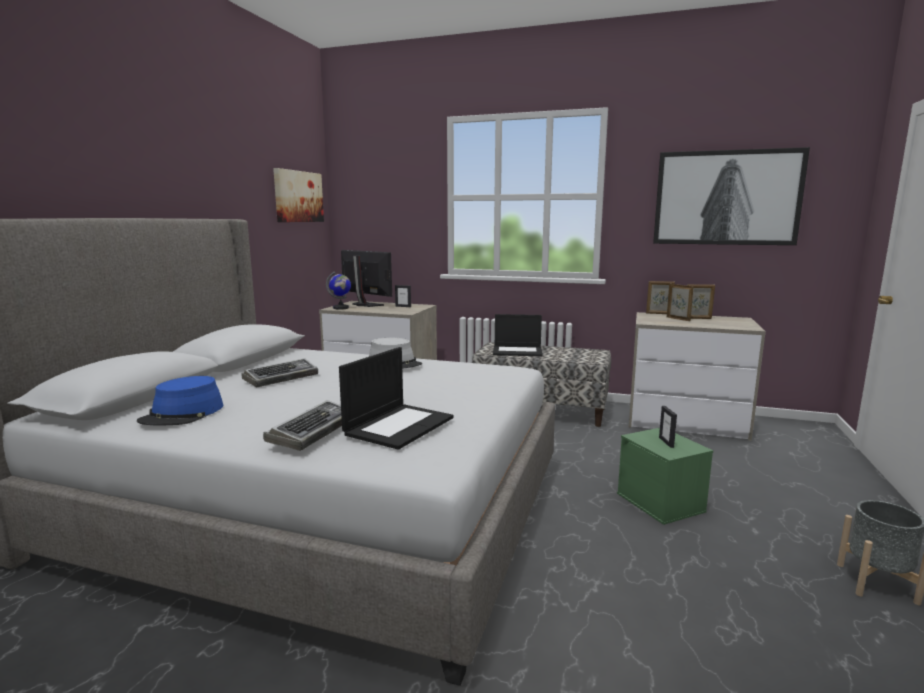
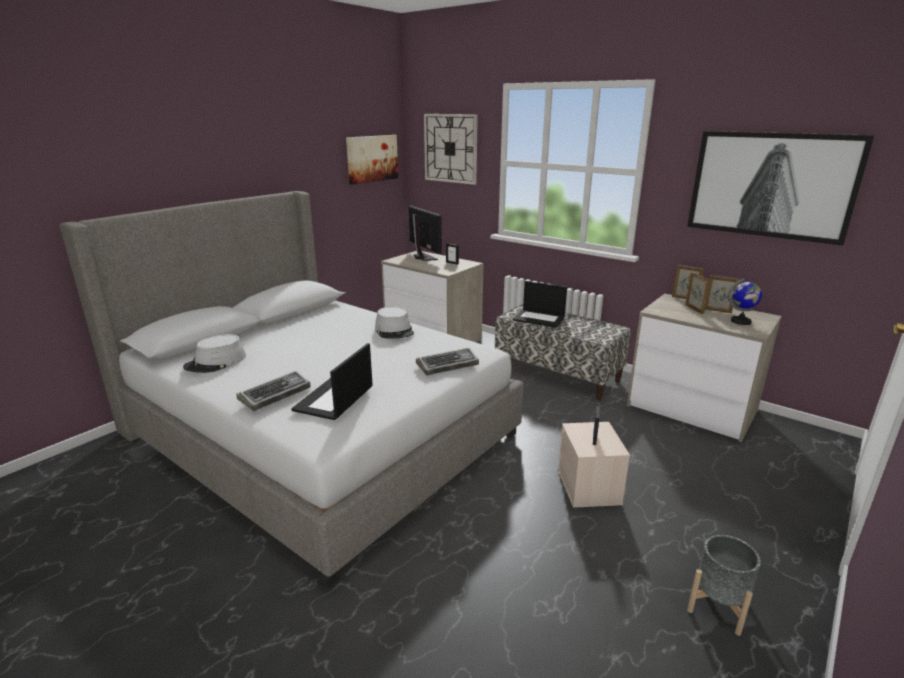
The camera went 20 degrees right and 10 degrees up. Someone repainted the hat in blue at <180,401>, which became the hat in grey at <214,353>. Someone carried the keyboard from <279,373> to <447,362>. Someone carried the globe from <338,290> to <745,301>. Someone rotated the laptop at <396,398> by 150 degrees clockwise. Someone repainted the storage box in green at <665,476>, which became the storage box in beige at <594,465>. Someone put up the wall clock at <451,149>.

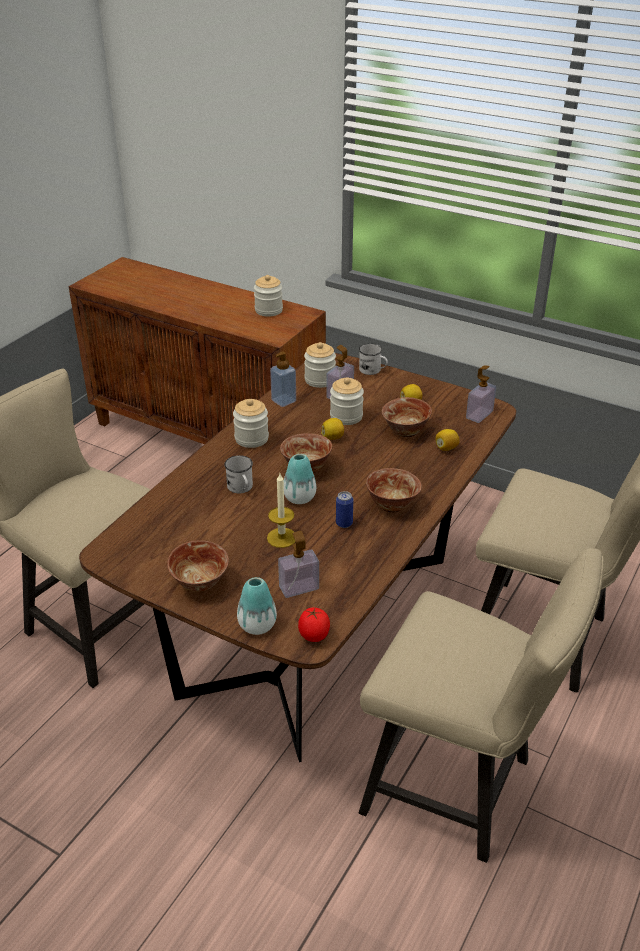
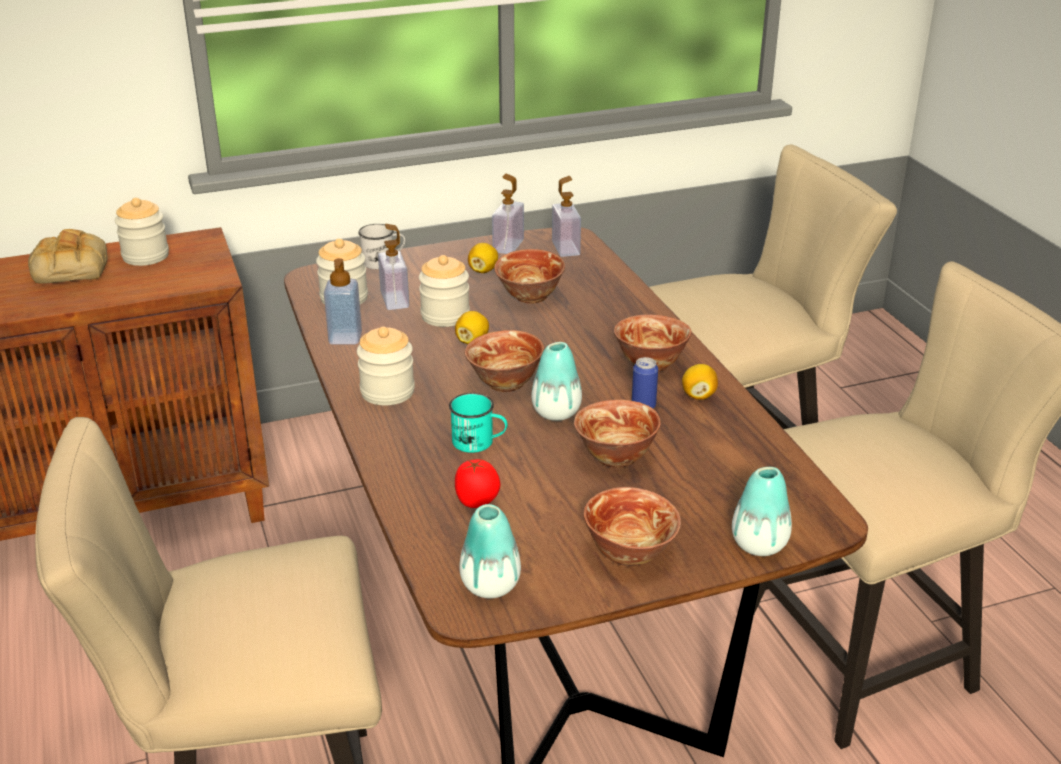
The camera went 50 degrees left and 5 degrees down. Someone repainted the mug in white at <238,474>, which became the mug in turquoise at <478,423>. Someone swapped the candle at <281,511> for the bowl at <617,433>. Someone carried the soap dispenser from <298,564> to <508,214>. Someone carried the tomato from <314,625> to <477,483>. Someone carried the lemon from <448,440> to <700,382>. Someone put down the bread at <67,256>. Someone put down the vase at <490,551>.

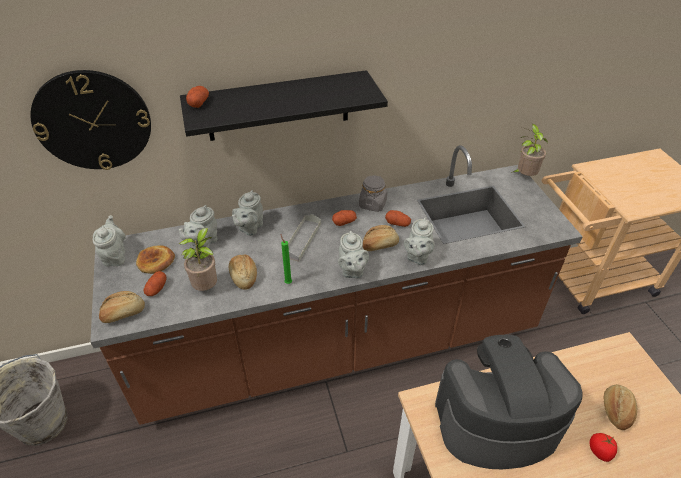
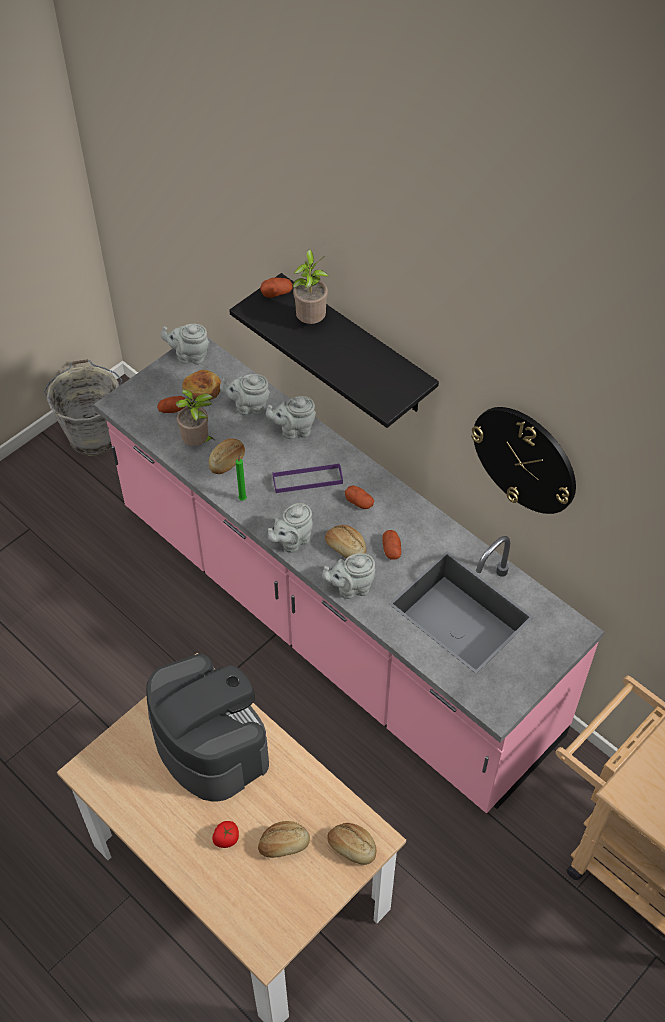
The camera went 60 degrees right and 10 degrees up. Someone carried the wall clock from <90,120> to <523,460>. Someone repainted the counter in brown at <336,285>, which became the counter in pink at <349,575>. Someone rotated the teapot in grey at <109,240> by 135 degrees counterclockwise. Someone carried the bread from <122,307> to <351,844>. Someone repainted the tray in grey at <301,238>, which became the tray in purple at <307,478>. Someone took away the jar in grey at <373,193>. Someone carried the potted plant from <529,150> to <311,286>.

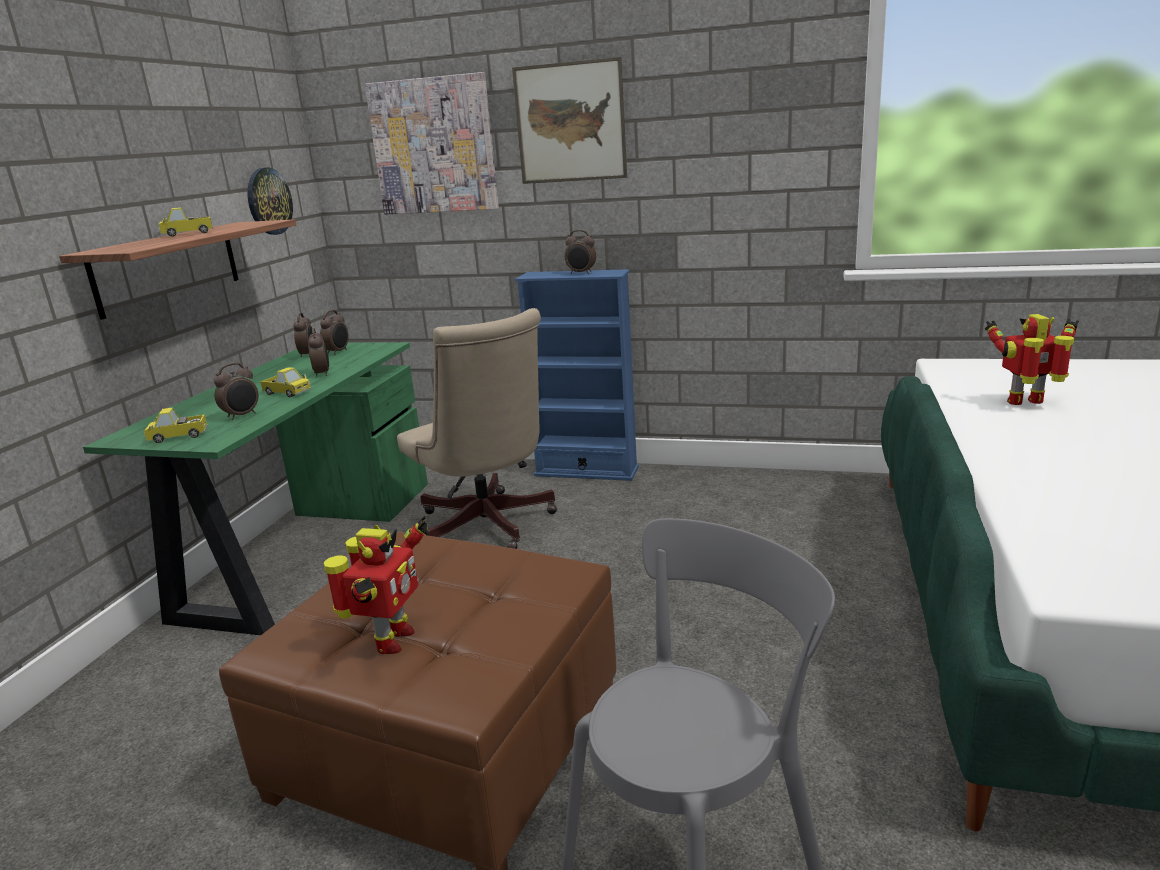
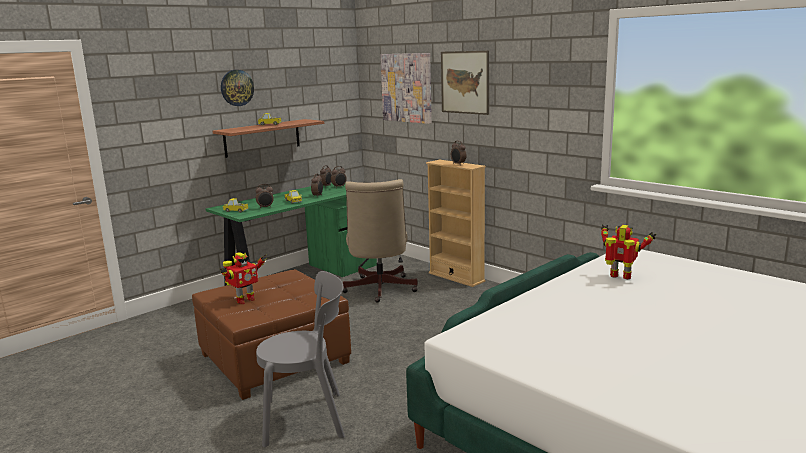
The camera went 30 degrees right and 5 degrees down. Someone carried the wall clock from <270,201> to <237,88>. Someone repainted the bookcase in blue at <577,375>, which became the bookcase in beige at <456,223>.

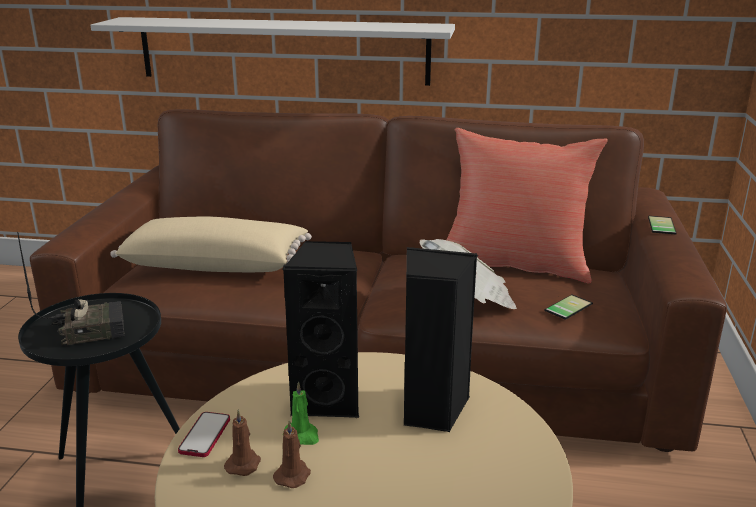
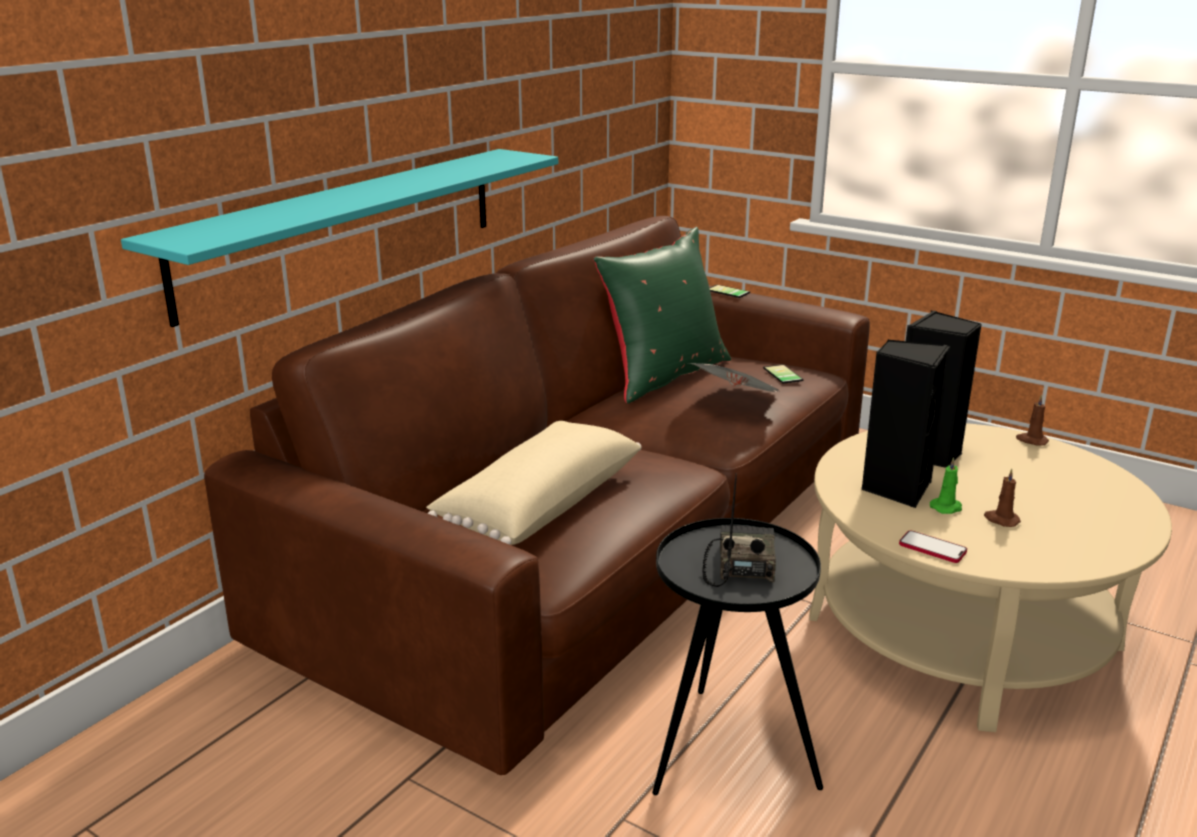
The camera went 65 degrees left and 0 degrees up. Someone repainted the shelf in white at <272,51>, which became the shelf in turquoise at <339,238>. Someone carried the candle in brown from <242,442> to <1032,420>. Someone repainted the pillow in red at <527,206>, which became the pillow in green at <662,315>.

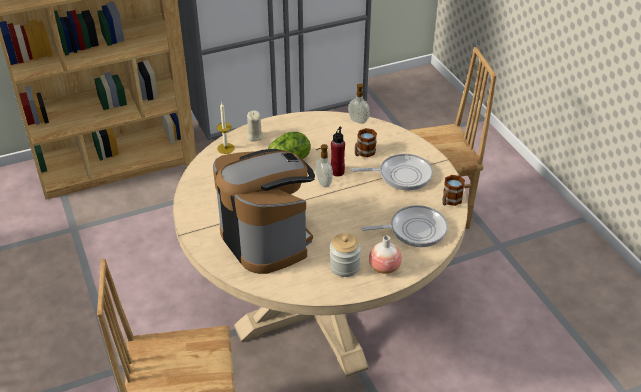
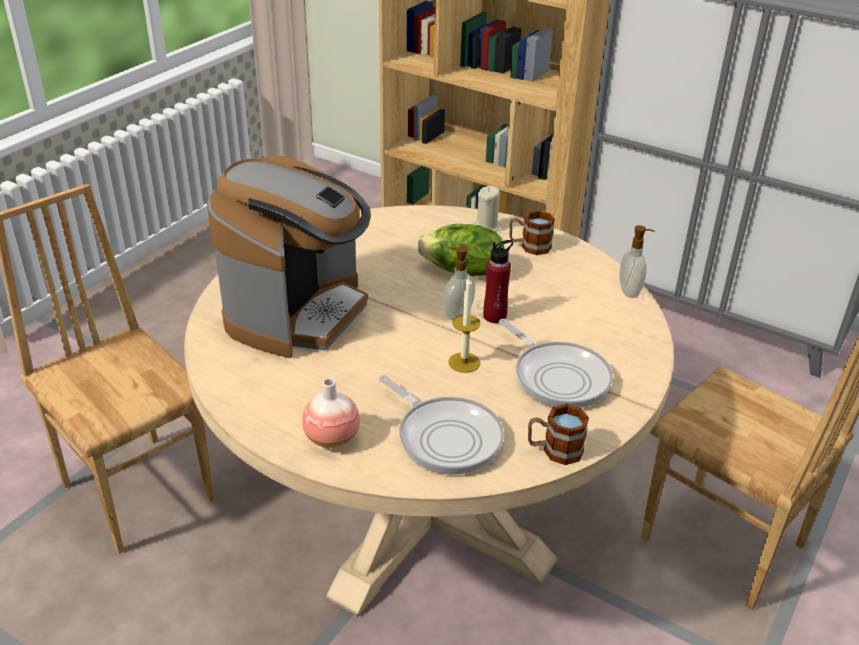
The camera went 55 degrees right and 5 degrees down. Someone carried the candle from <226,128> to <464,324>. Someone took away the jar at <345,255>. Someone carried the mug from <366,142> to <532,233>.

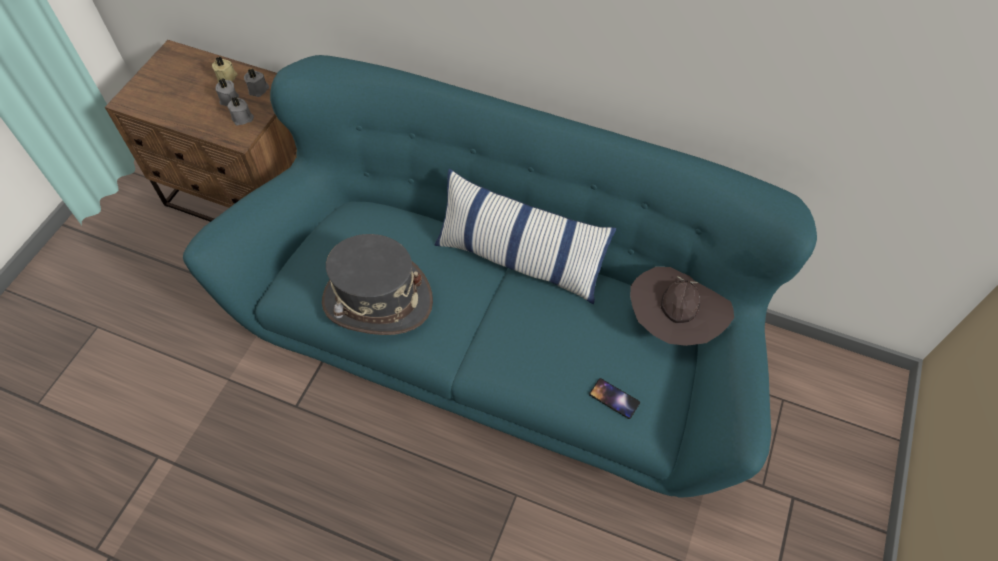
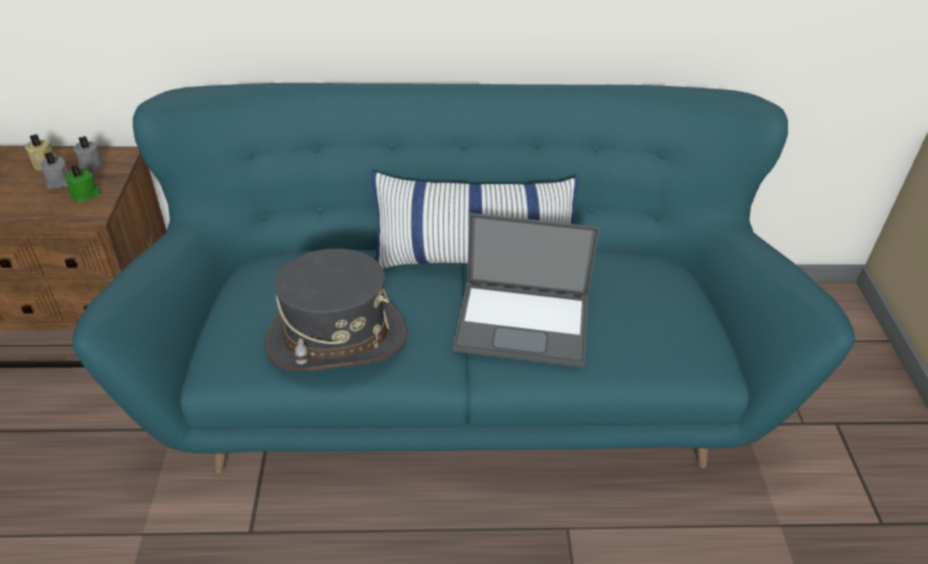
The camera went 25 degrees left and 15 degrees down. Someone repainted the candle in grey at <240,111>, which became the candle in green at <83,183>. Someone took away the phone at <614,398>. Someone took away the hat in brown at <682,306>. Someone put down the laptop at <526,290>.

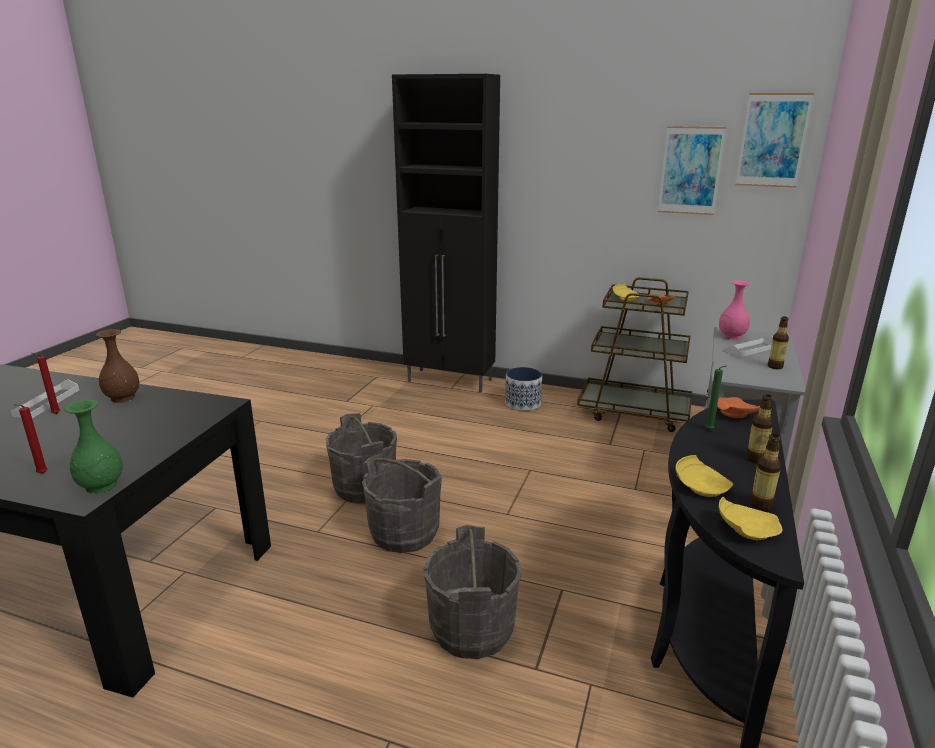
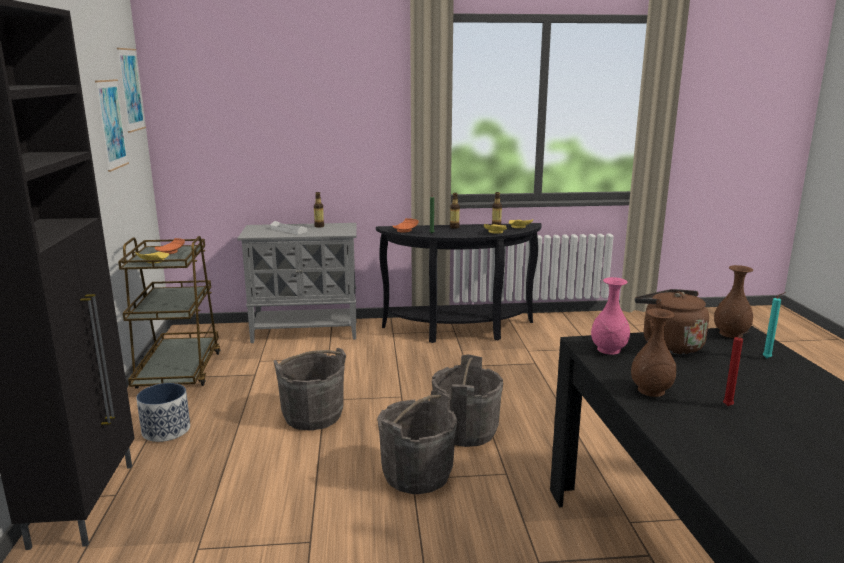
The camera went 115 degrees left and 5 degrees down. Someone took away the tray in white at <45,399>. Someone repainted the candle in red at <30,439>, which became the candle in turquoise at <774,325>. Someone repainted the vase in green at <94,447>, which became the vase in brown at <733,301>. Someone carried the bucket in grey from <472,592> to <309,389>. Someone carried the vase in pink from <734,310> to <610,316>. Someone put down the kettle in brown at <672,321>.

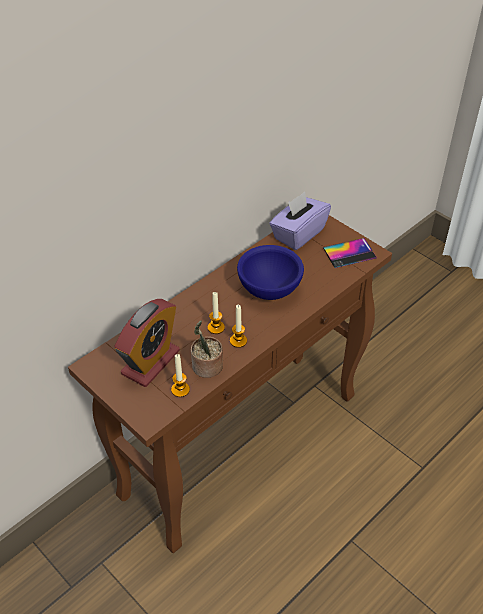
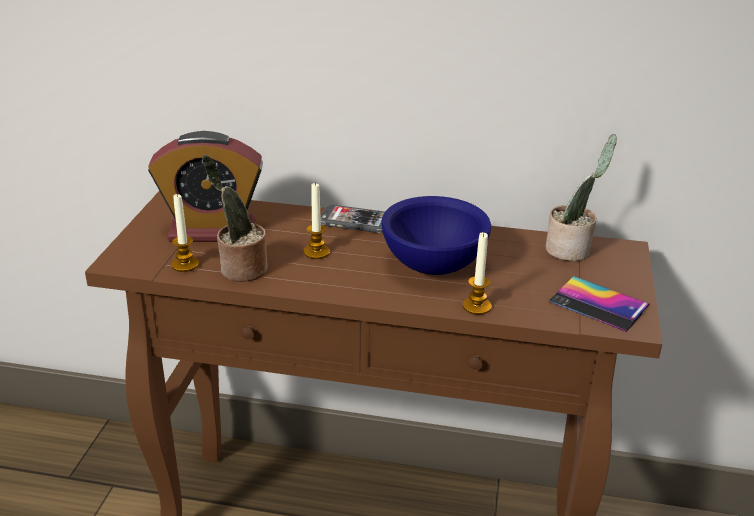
The camera went 55 degrees right and 15 degrees down. Someone carried the candle from <238,326> to <477,273>. Someone swapped the tissue box in purple at <300,221> for the potted plant at <581,197>. Someone put down the phone at <352,219>.

